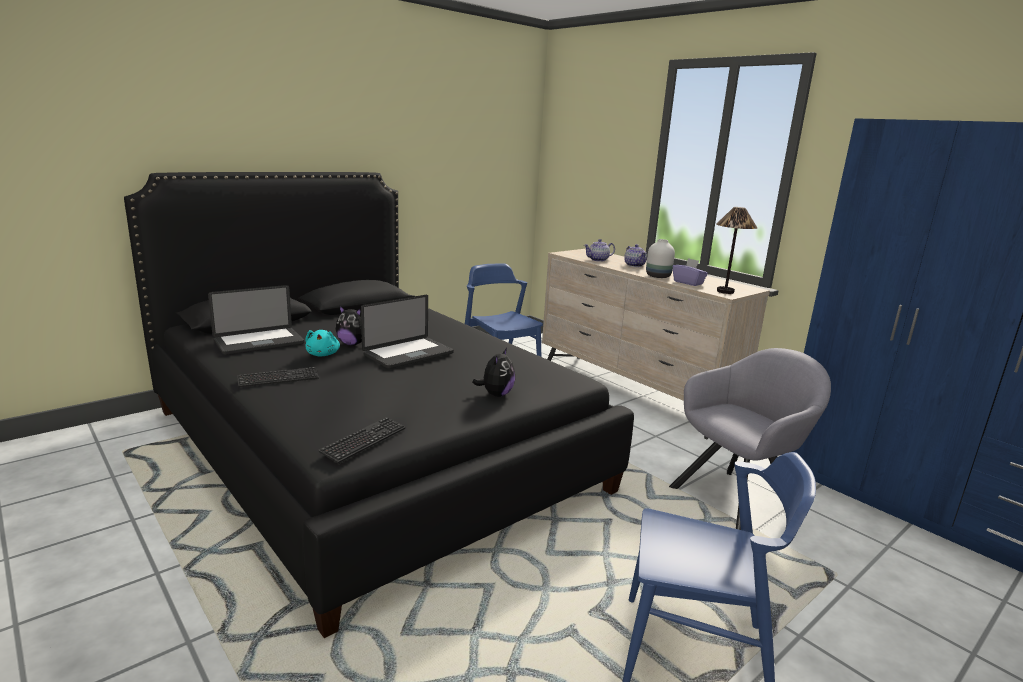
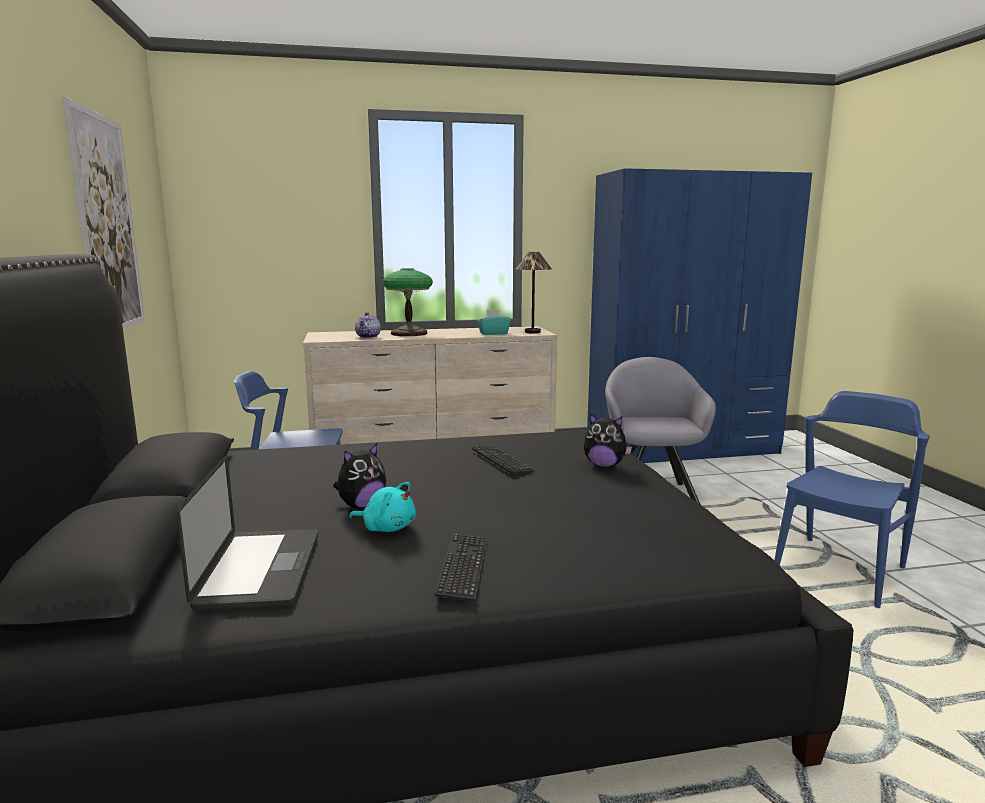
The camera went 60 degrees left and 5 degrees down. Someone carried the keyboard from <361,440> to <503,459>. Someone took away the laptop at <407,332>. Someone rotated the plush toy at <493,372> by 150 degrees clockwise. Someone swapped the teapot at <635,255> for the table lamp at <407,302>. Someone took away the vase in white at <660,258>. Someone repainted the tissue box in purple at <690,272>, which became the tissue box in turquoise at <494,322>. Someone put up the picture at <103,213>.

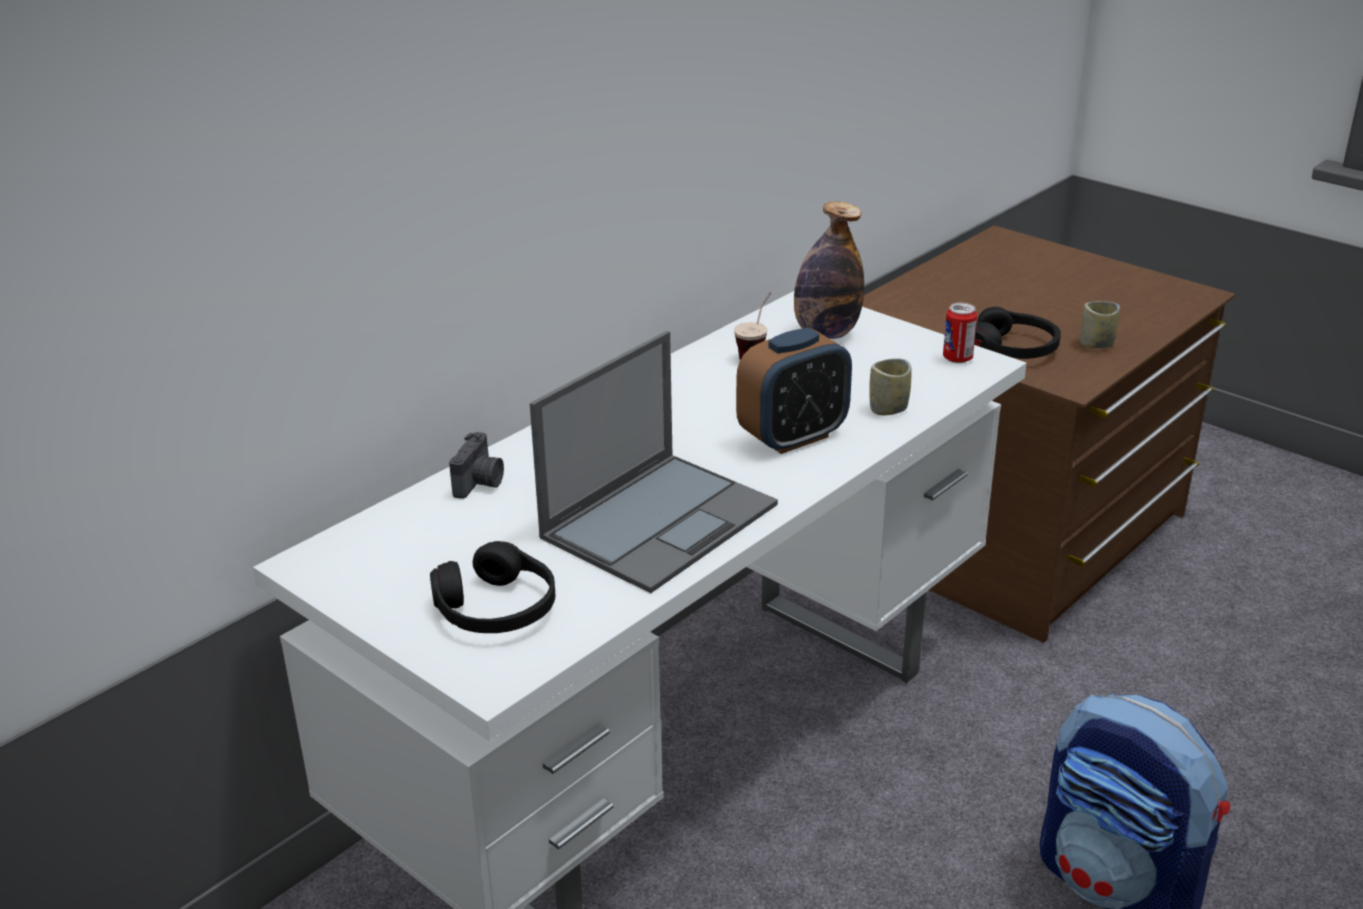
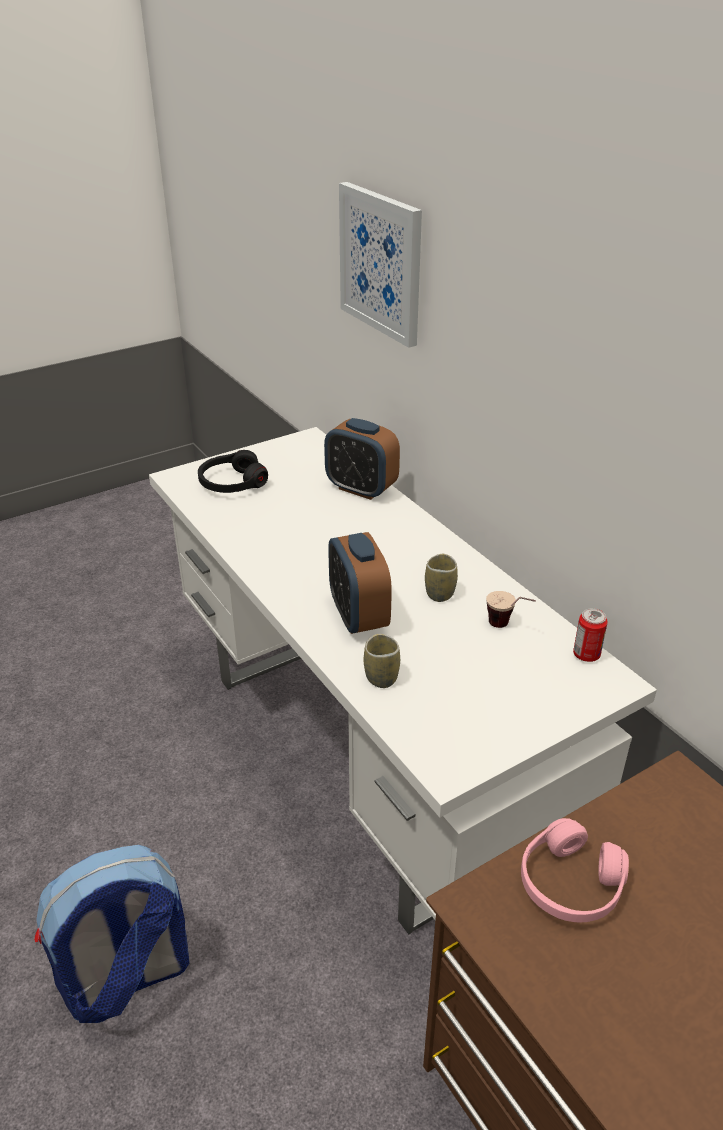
The camera went 105 degrees right and 5 degrees up. Someone swapped the photo camera at <476,465> for the alarm clock at <362,459>. Someone took away the laptop at <654,462>. Someone took away the bottle at <829,270>. Someone carried the can from <960,333> to <590,635>. Someone repainted the headphones in black at <1017,333>, which became the headphones in pink at <575,870>. Someone carried the cup from <1100,324> to <441,578>. Someone put up the picture at <380,265>.

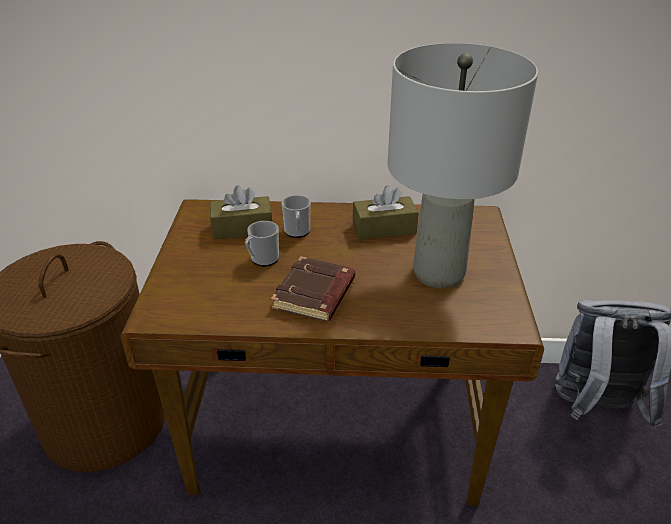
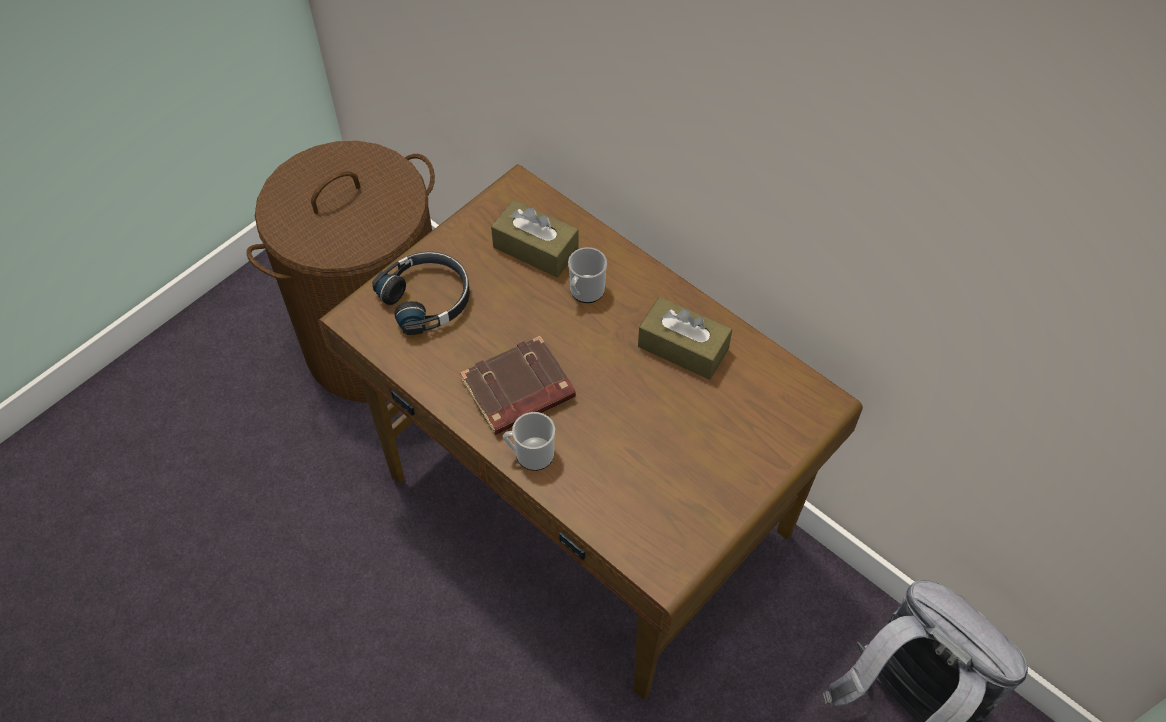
The camera went 40 degrees right and 20 degrees up. Someone carried the mug from <262,243> to <529,441>. Someone took away the table lamp in grey at <463,165>. Someone put down the headphones in black at <421,293>.

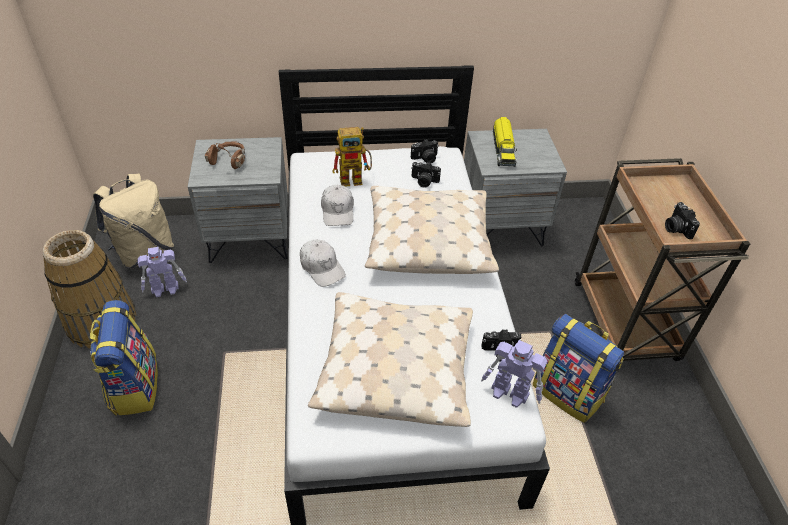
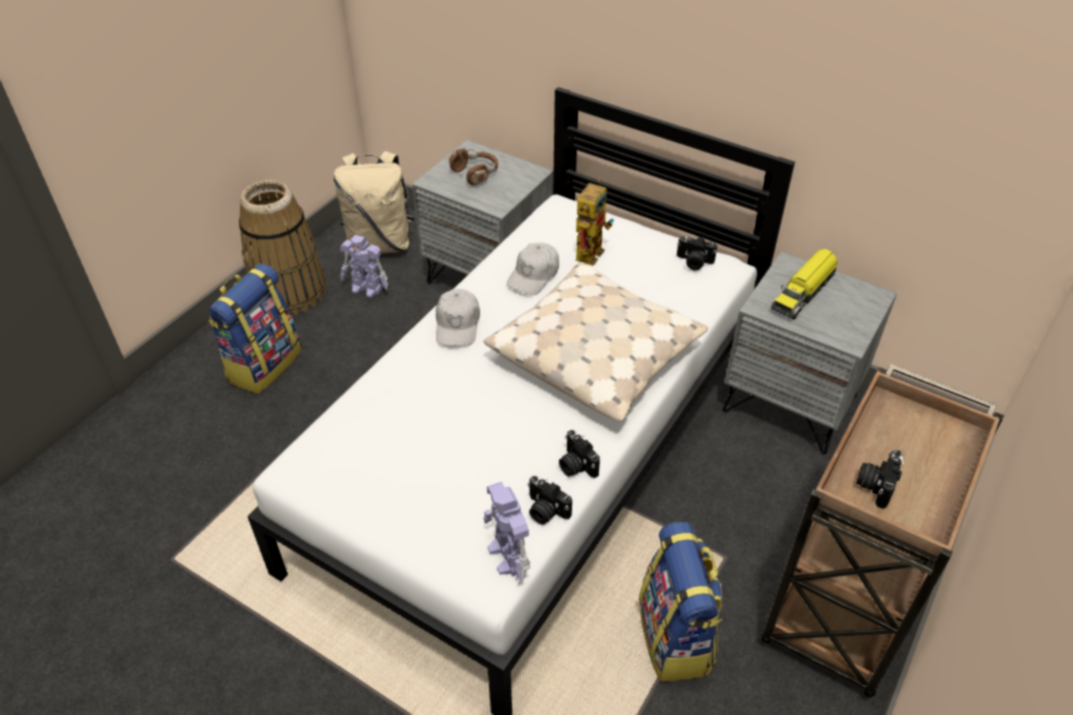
The camera went 40 degrees right and 0 degrees up. Someone took away the pillow in beige at <390,359>. Someone rotated the toy robot at <352,157> by 90 degrees counterclockwise. Someone carried the photo camera from <426,175> to <579,454>.

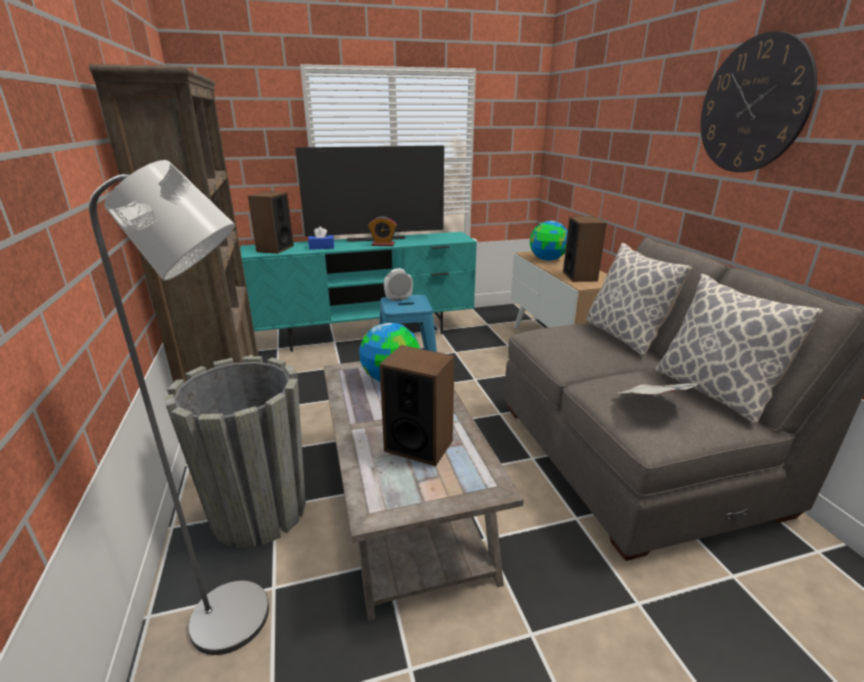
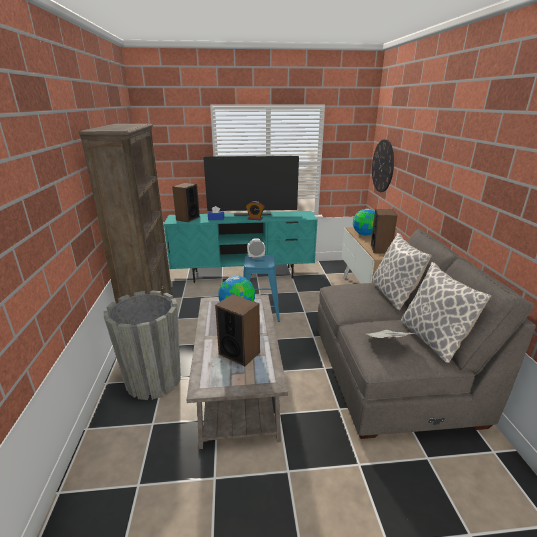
The camera went 10 degrees right and 0 degrees up. Someone took away the floor lamp in grey at <179,407>. Someone carried the wall clock from <759,101> to <383,165>.

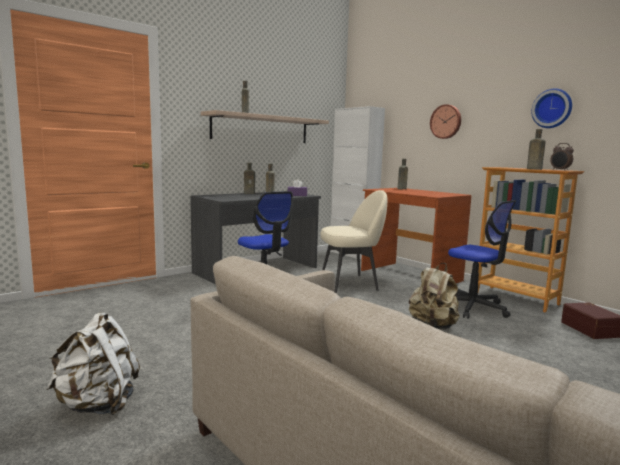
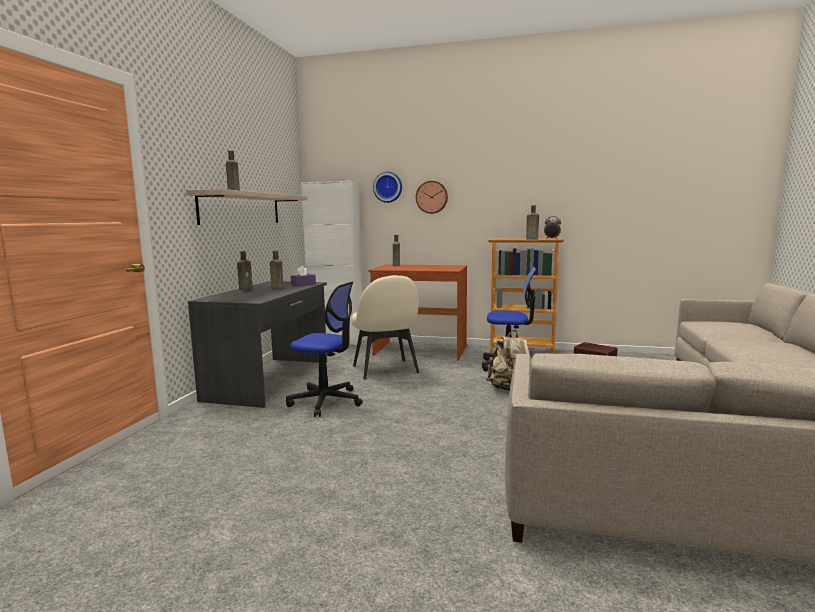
The camera went 35 degrees left and 0 degrees up. Someone took away the backpack in white at <93,363>. Someone rotated the chair in beige at <353,241> by 120 degrees clockwise. Someone carried the wall clock from <552,108> to <387,187>.

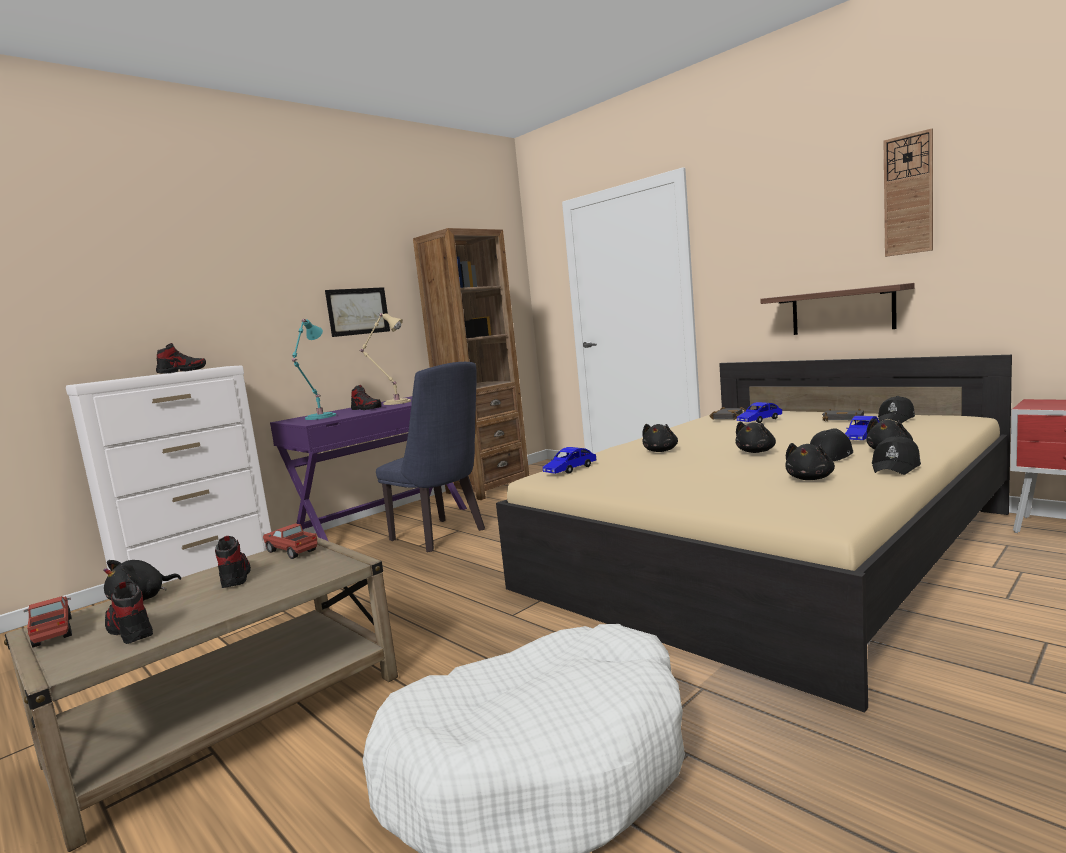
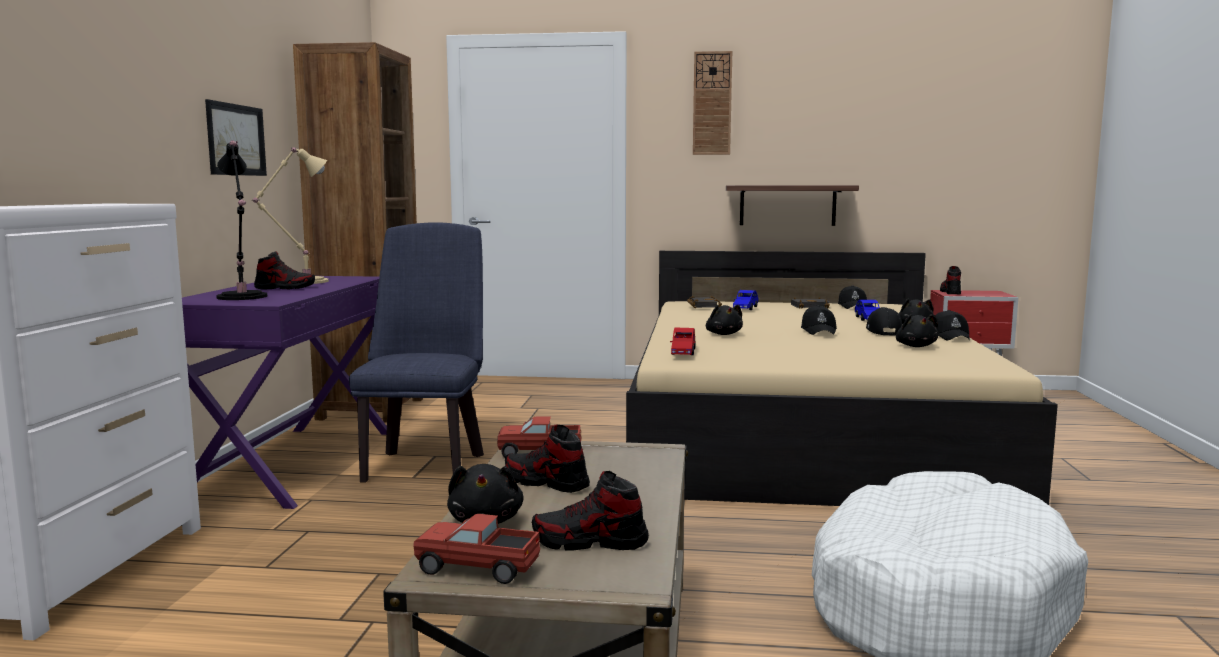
The camera went 40 degrees left and 0 degrees up. Someone carried the shoe from <181,358> to <950,280>. Someone repainted the table lamp in turquoise at <314,369>, which became the table lamp in black at <241,220>. Someone rotated the chair in blue at <430,457> by 90 degrees counterclockwise. Someone repainted the toy car in blue at <569,460>, which became the toy car in red at <683,341>. Someone swapped the plush toy in black at <756,437> for the cap in black at <819,320>. Someone carried the wall clock from <908,192> to <712,103>.

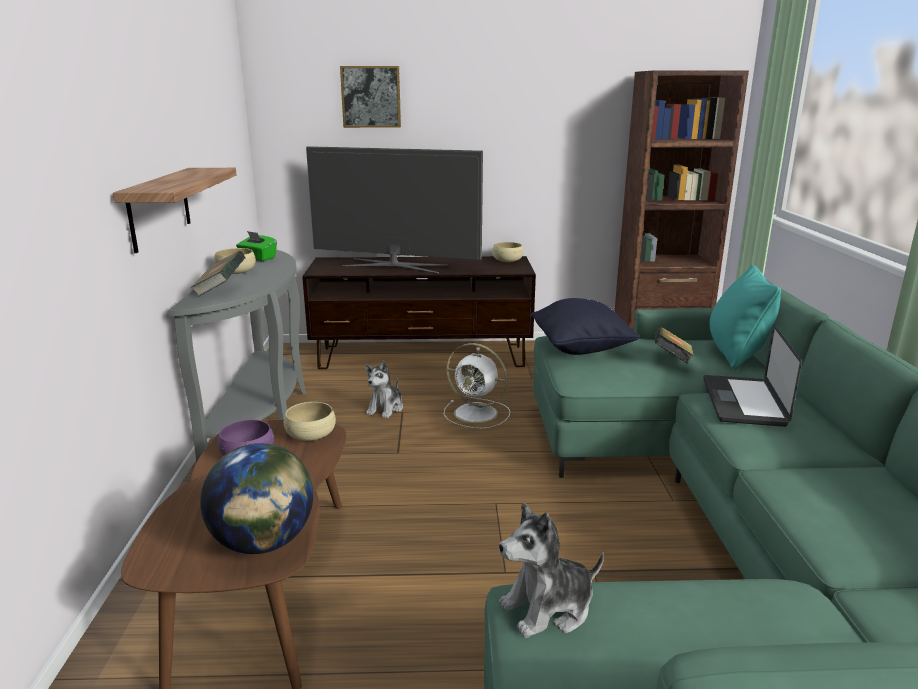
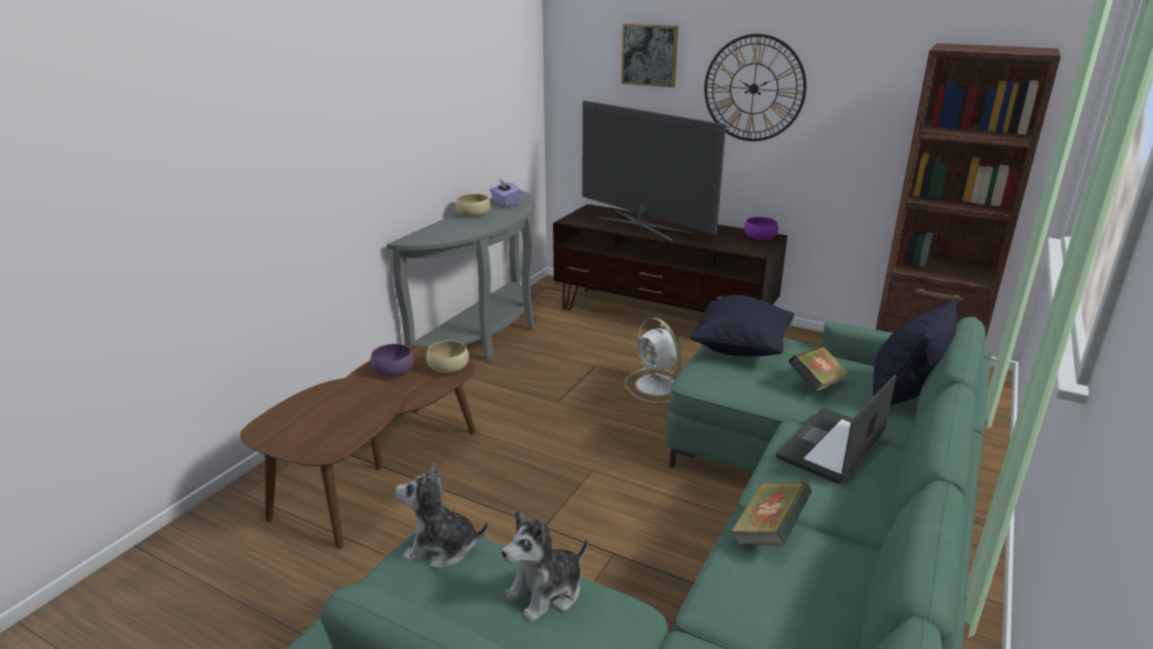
The camera went 30 degrees right and 5 degrees up. Someone took away the shelf at <175,210>. Someone carried the book from <218,274> to <771,514>. Someone took away the globe at <256,498>. Someone repainted the tissue box in green at <256,246>, which became the tissue box in purple at <505,193>. Someone carried the plush toy from <384,389> to <545,566>. Someone repainted the bowl in beige at <508,252>, which became the bowl in purple at <761,228>. Someone repainted the pillow in turquoise at <745,317>, which became the pillow in black at <915,352>. Someone put up the wall clock at <755,87>.

